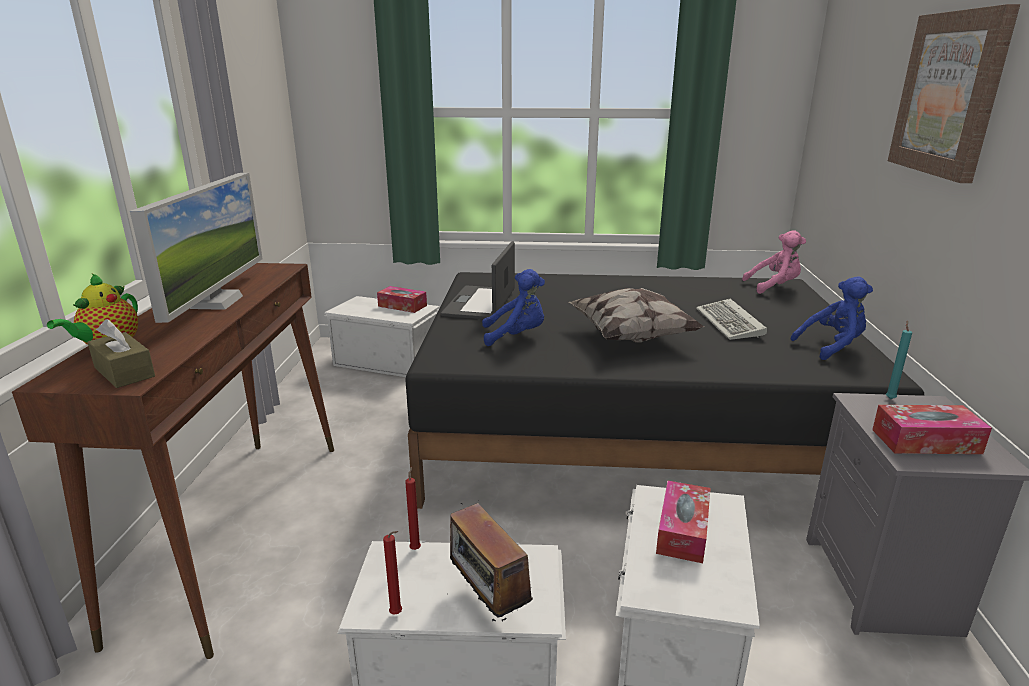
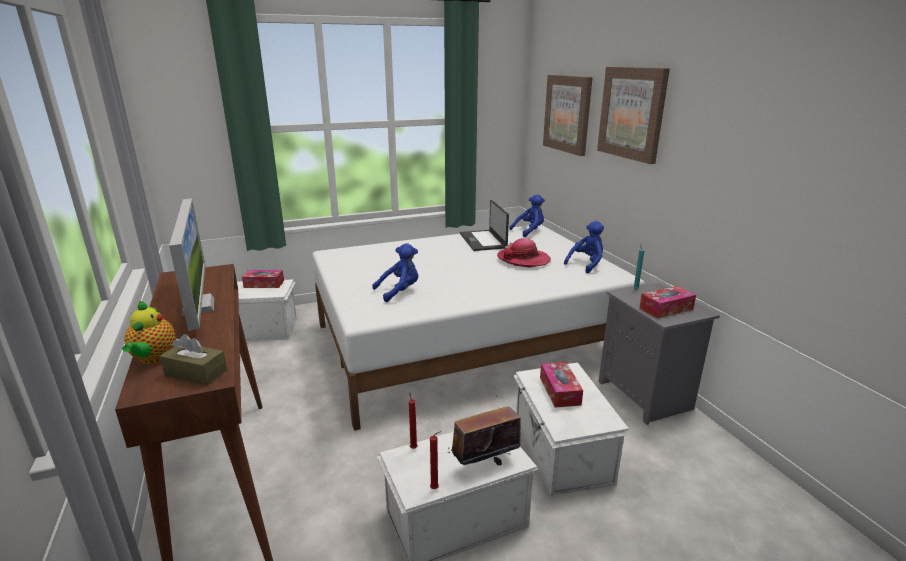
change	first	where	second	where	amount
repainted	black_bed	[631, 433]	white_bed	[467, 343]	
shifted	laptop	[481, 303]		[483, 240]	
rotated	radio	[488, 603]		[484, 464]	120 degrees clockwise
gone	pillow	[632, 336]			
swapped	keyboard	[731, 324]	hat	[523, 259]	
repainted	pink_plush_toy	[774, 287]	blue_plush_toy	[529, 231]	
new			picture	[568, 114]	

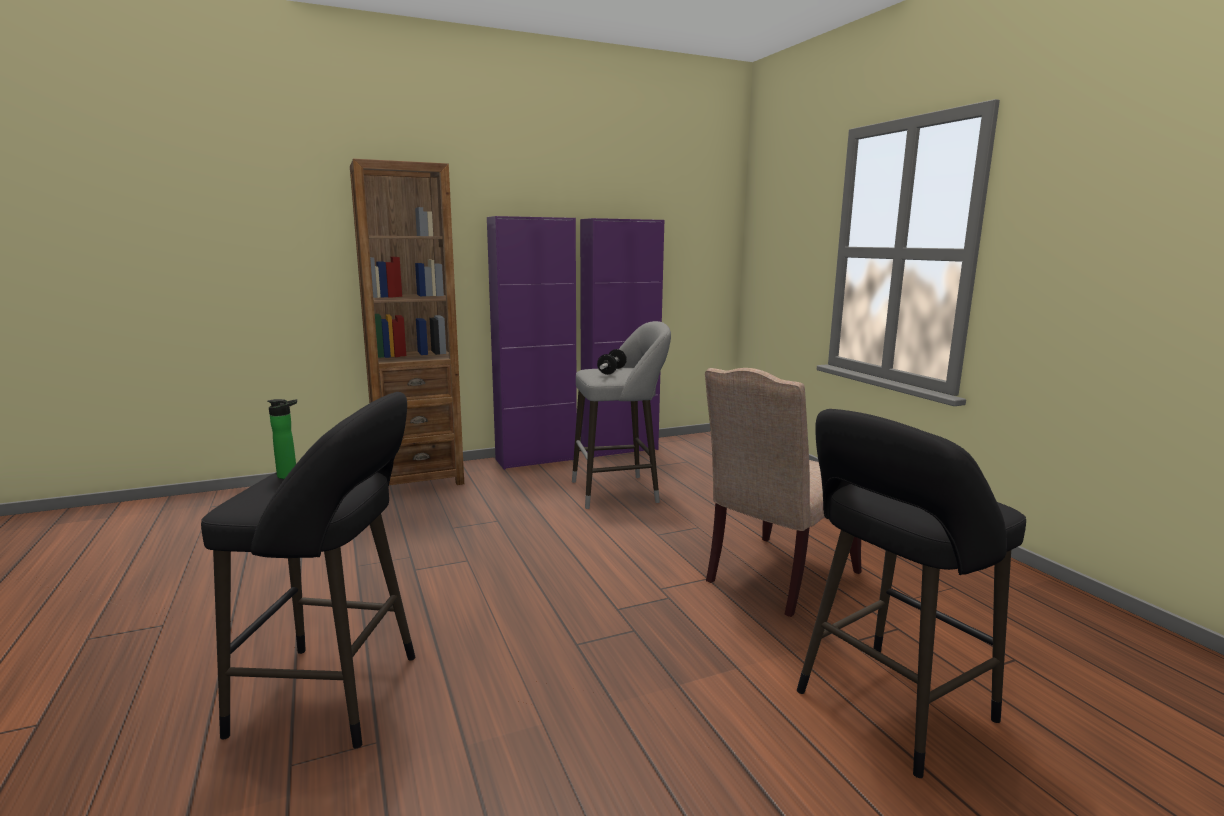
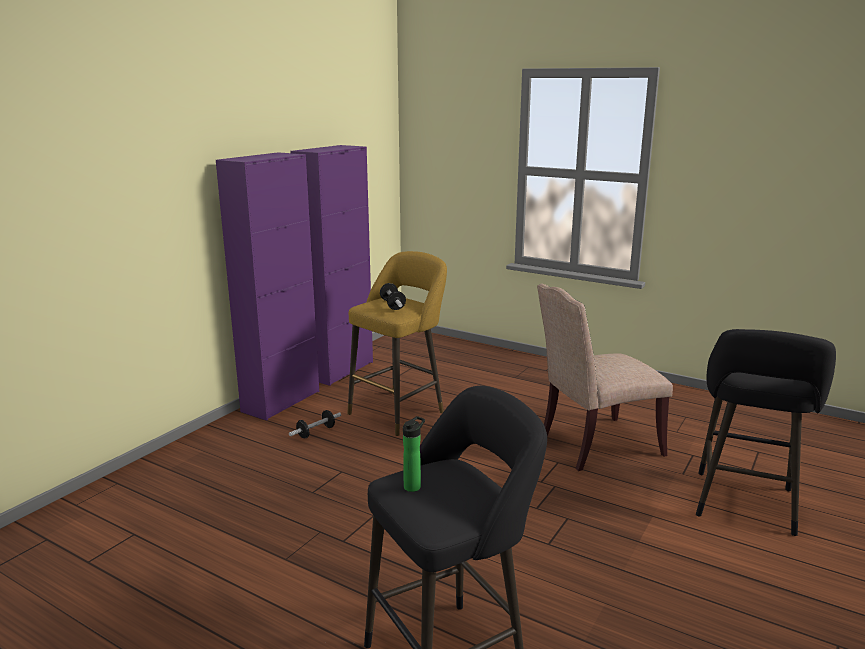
change	first	where	second	where	amount
gone	brown_bookcase	[418, 478]			
repainted	grey_stool	[620, 491]	yellow_stool	[400, 411]	
rotated	beige_chair	[776, 578]		[595, 446]	60 degrees clockwise
new			dumbbell	[316, 432]	

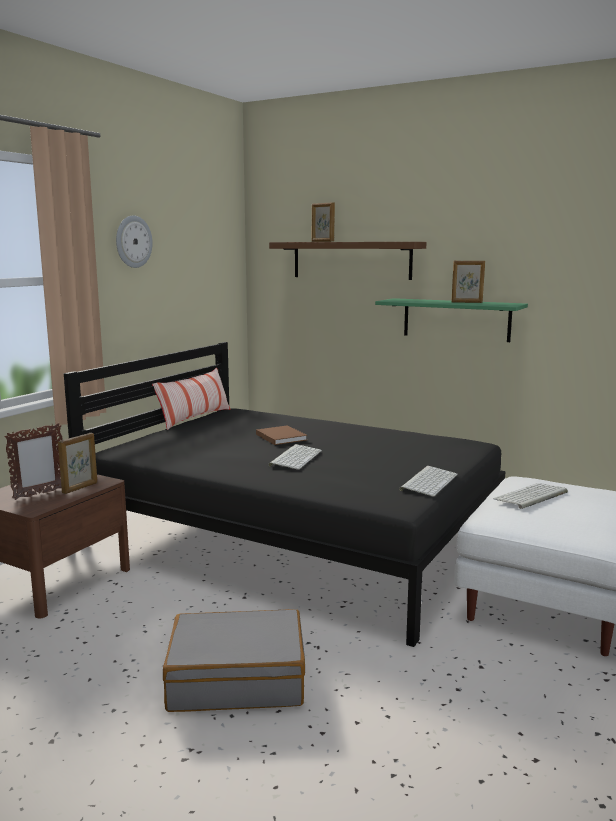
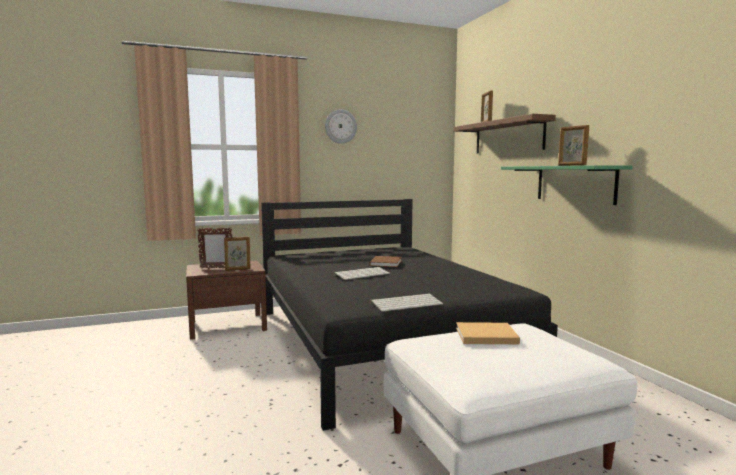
change	first	where	second	where	amount
gone	pillow	[194, 418]			
gone	grey_suitcase	[237, 678]			
swapped	keyboard	[530, 496]	beige_book	[484, 336]	

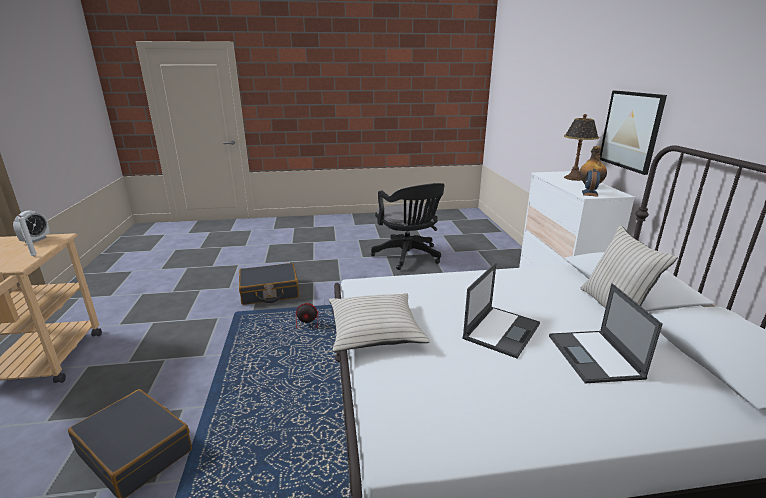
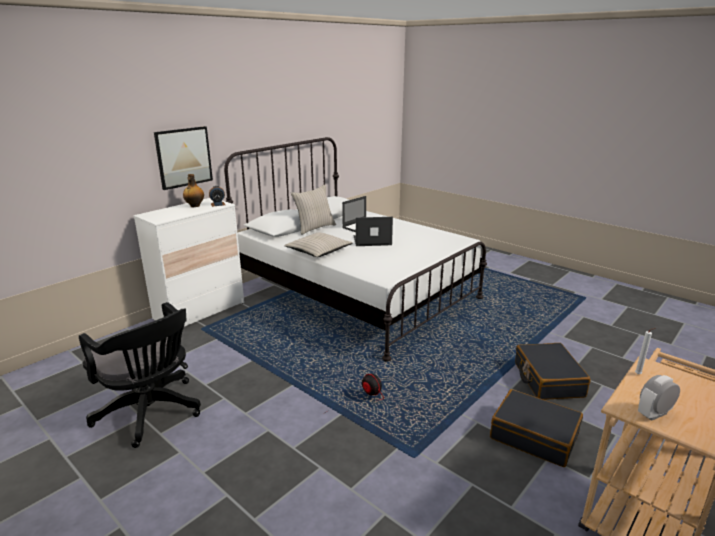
change	first	where	second	where	amount
shifted	black_suitcase	[269, 292]		[534, 436]	
shifted	beige_pillow	[375, 330]		[318, 251]	
rotated	black_office_chair	[408, 257]		[151, 413]	105 degrees clockwise
gone	table_lamp	[574, 178]			

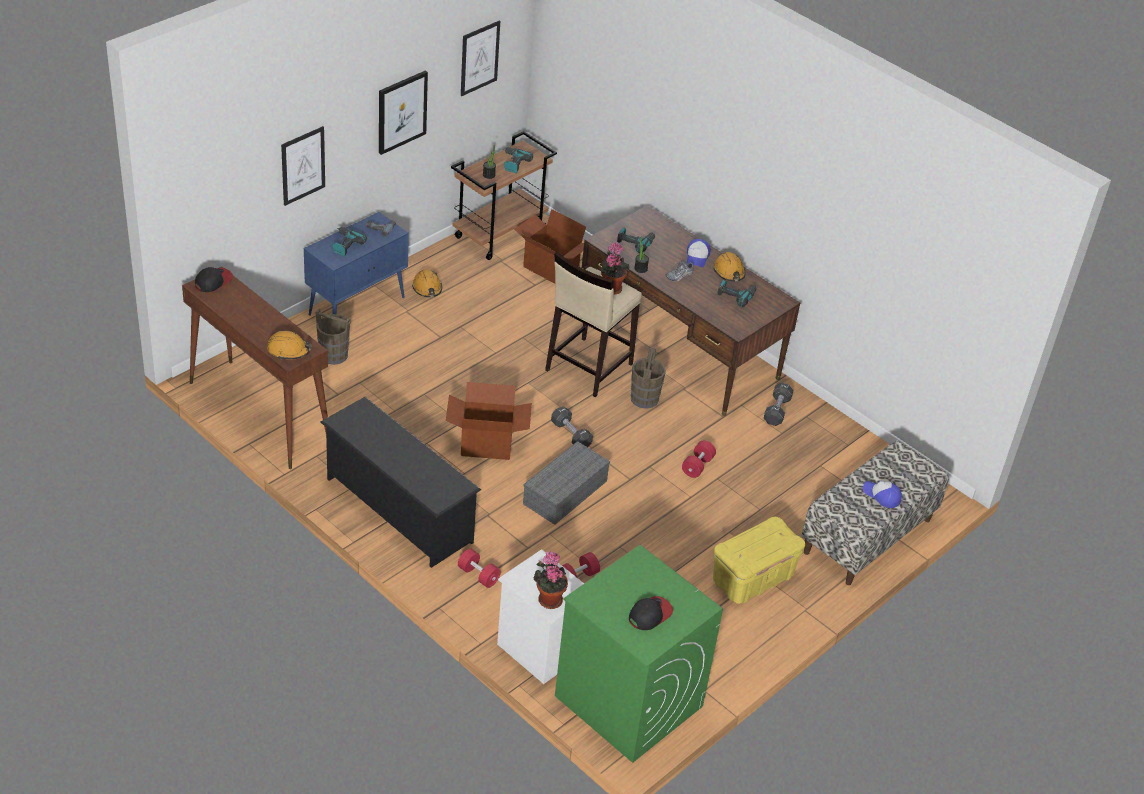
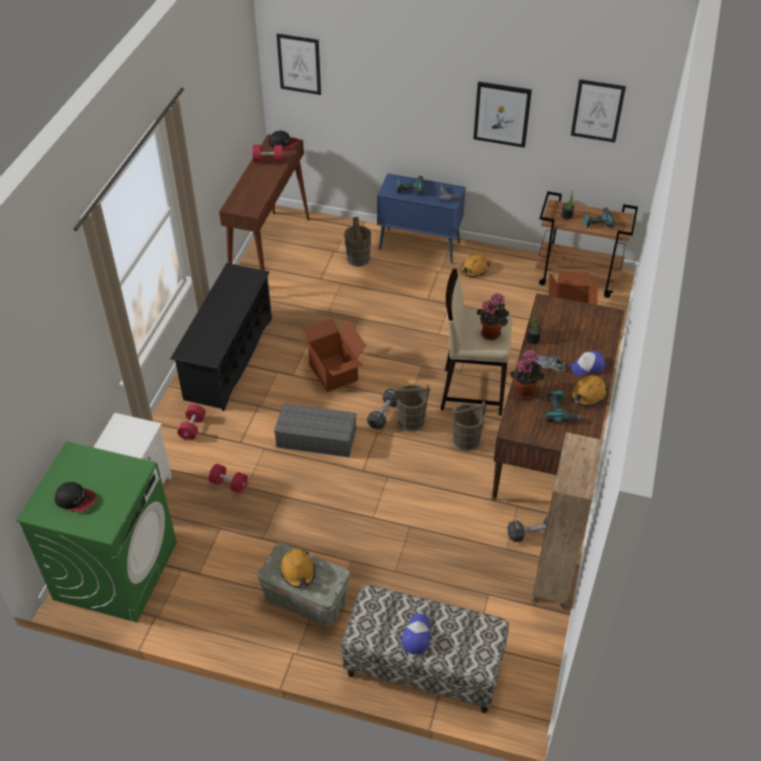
change	first	where	second	where	amount
shifted	orange_hard_hat	[289, 350]		[298, 571]	
shifted	picture	[303, 165]		[299, 64]	
shifted	potted_plant	[548, 599]		[524, 390]	
gone	power_drill	[635, 242]			
shifted	red_dumbbell	[697, 466]		[268, 160]	
repainted	yellow_storage_box	[752, 579]	grey_storage_box	[305, 599]	
new			brown_bucket	[411, 421]	
new			brown_bookcase	[552, 581]	

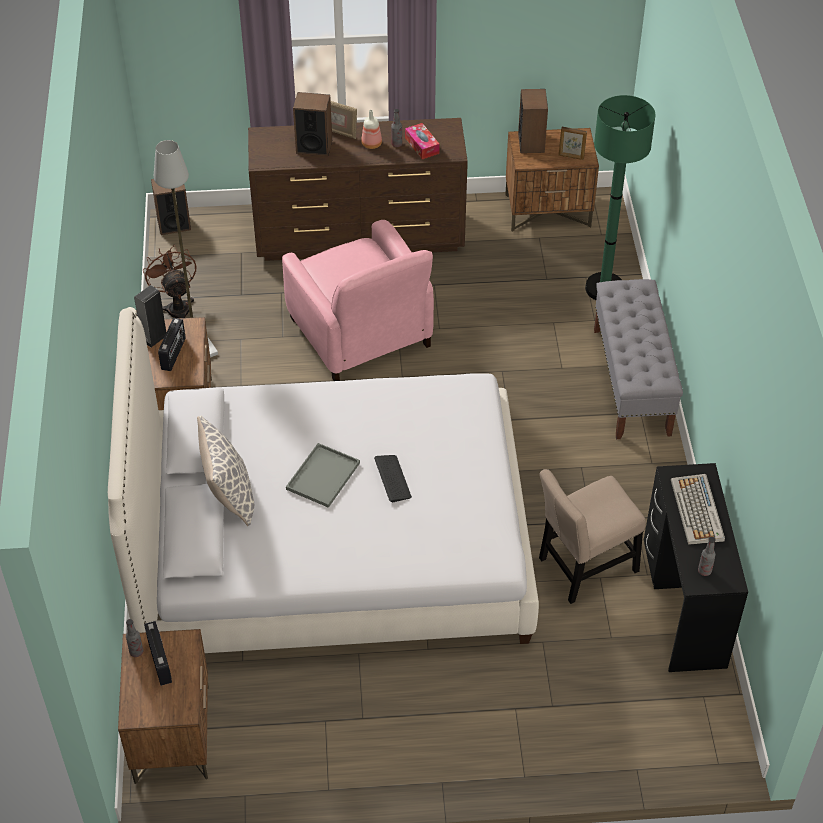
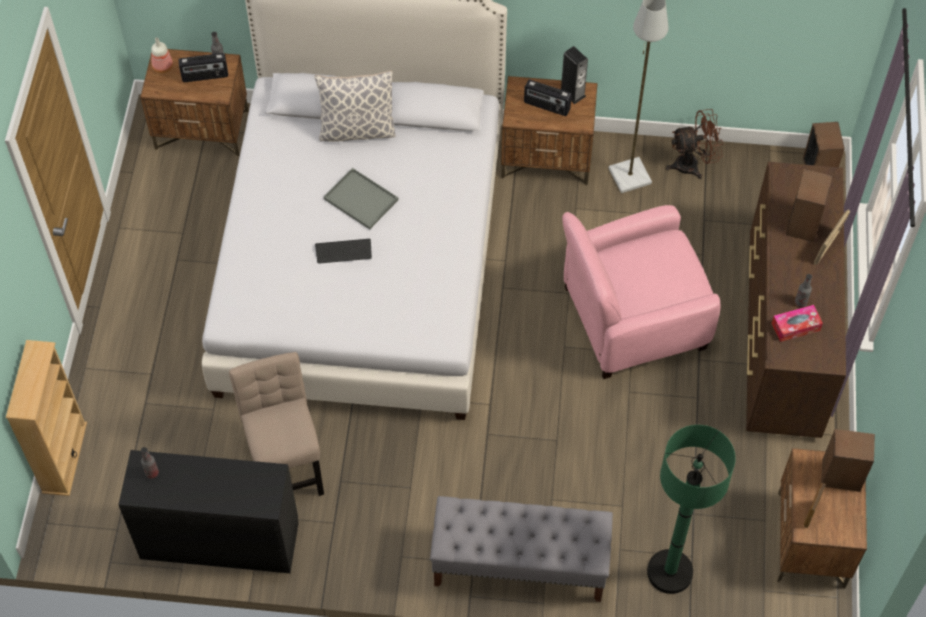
change	first	where	second	where	amount
shifted	bottle	[372, 144]		[162, 67]	
gone	keyboard	[698, 511]			
new			beige_bookcase	[64, 457]	

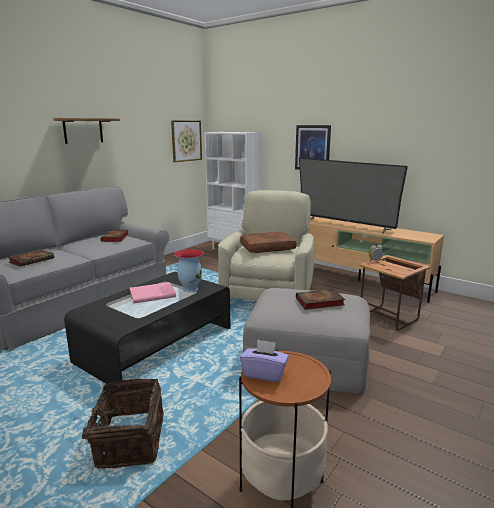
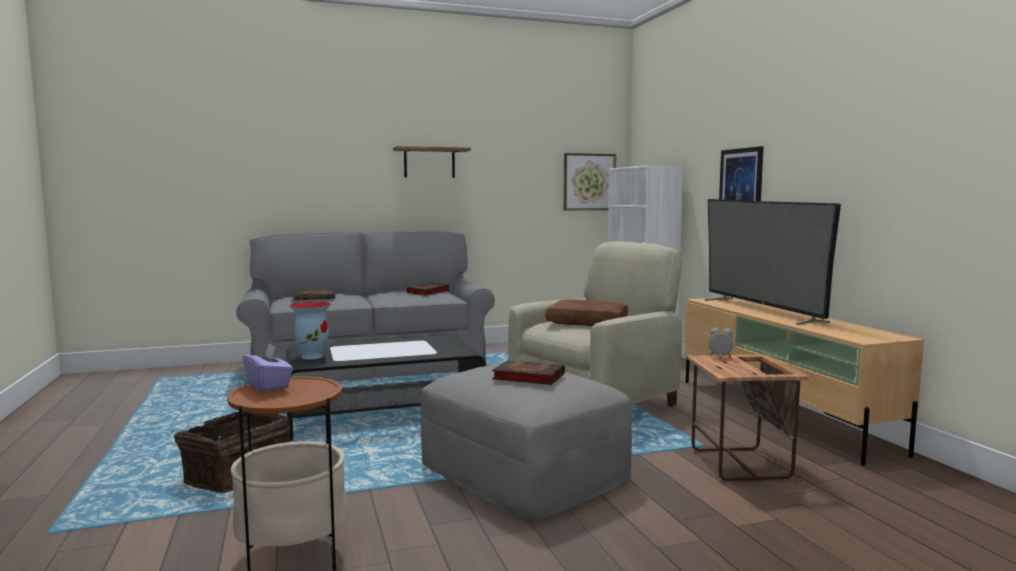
change	first	where	second	where	amount
gone	pink_book	[152, 295]			
shifted	vase	[190, 289]		[312, 356]	

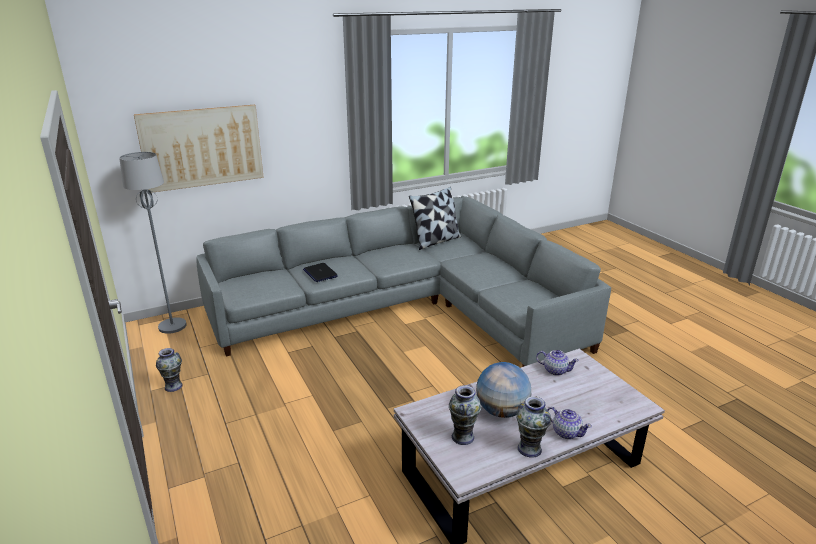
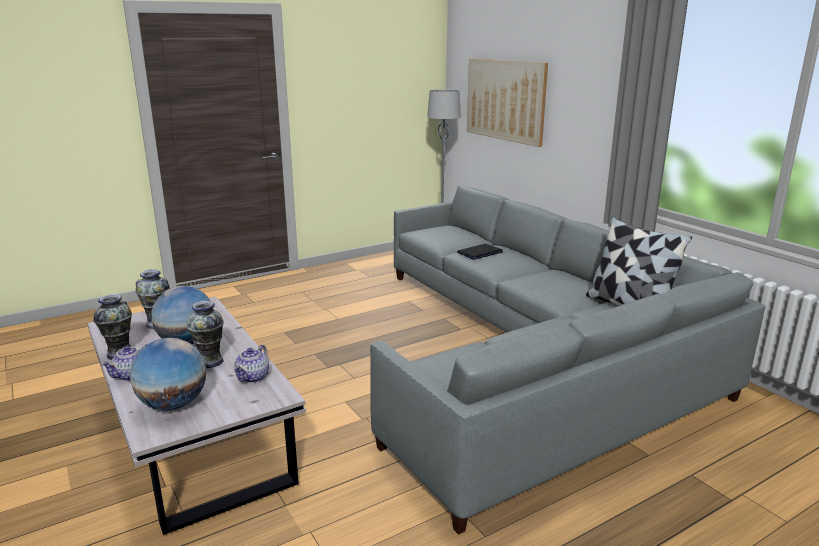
change	first	where	second	where	amount
shifted	vase	[173, 386]		[210, 361]	
new			globe	[173, 404]	

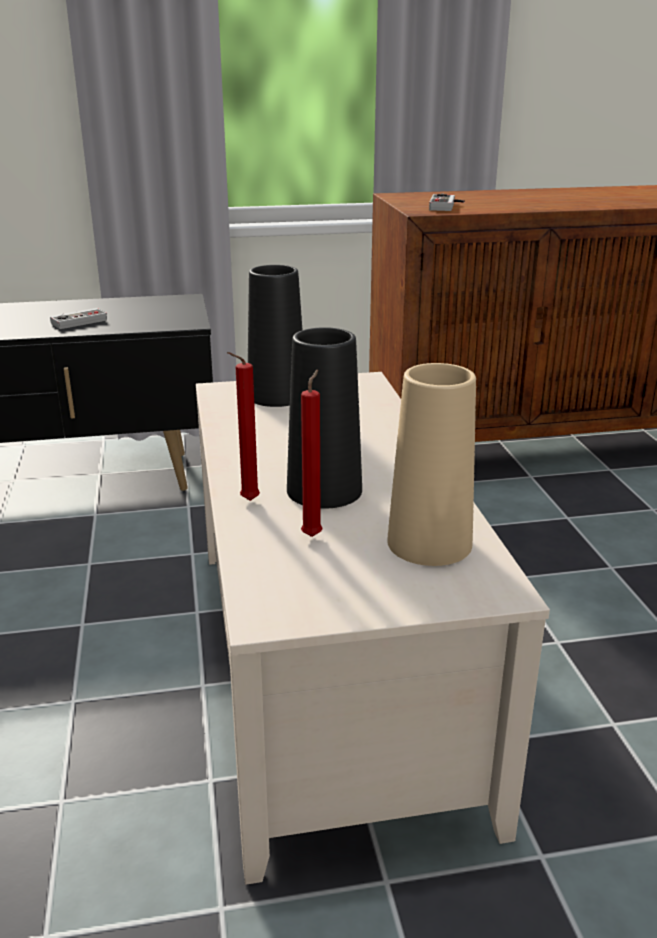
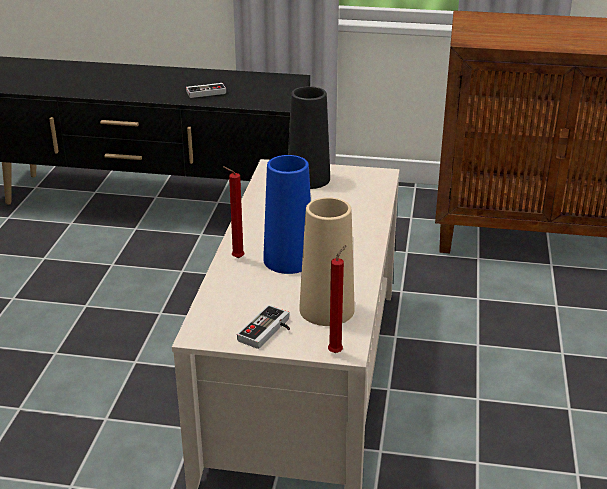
change	first	where	second	where	amount
repainted	black_vase	[324, 490]	blue_vase	[288, 260]	
shifted	red_candle	[313, 535]		[337, 352]	
shifted	game_controller	[447, 206]		[268, 332]	

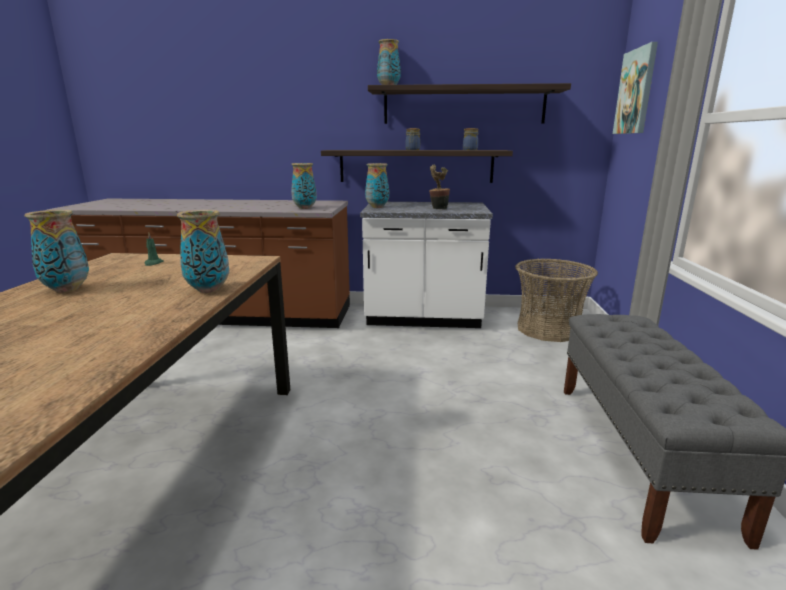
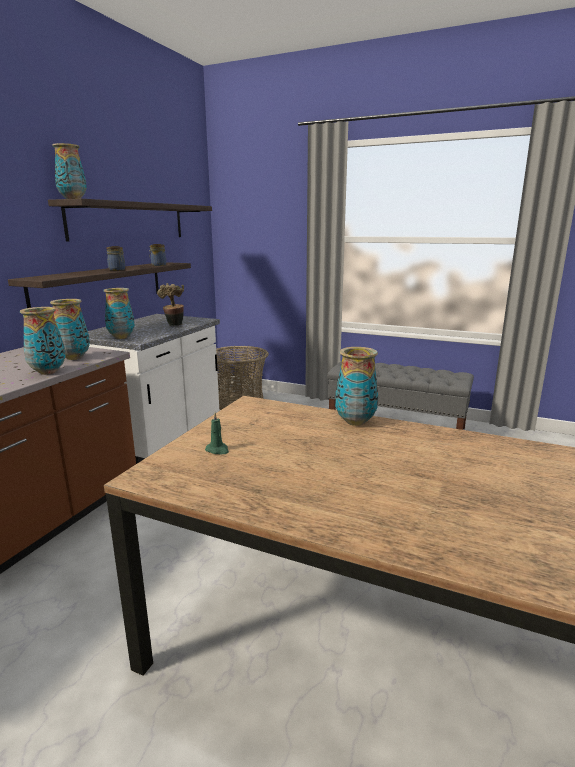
change	first	where	second	where	amount
shifted	vase	[68, 289]		[48, 372]	
gone	picture	[636, 92]			

